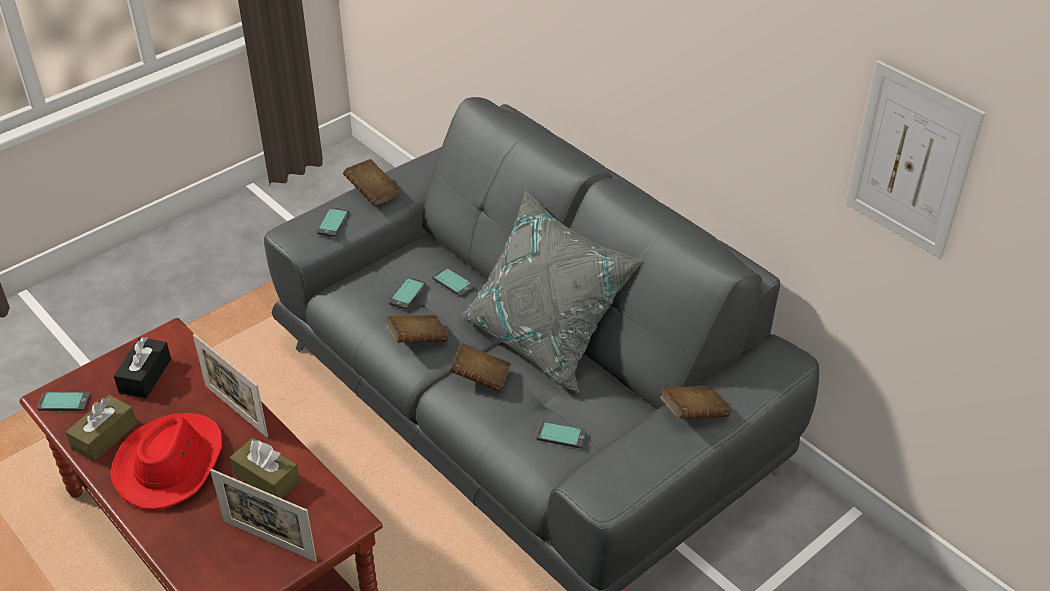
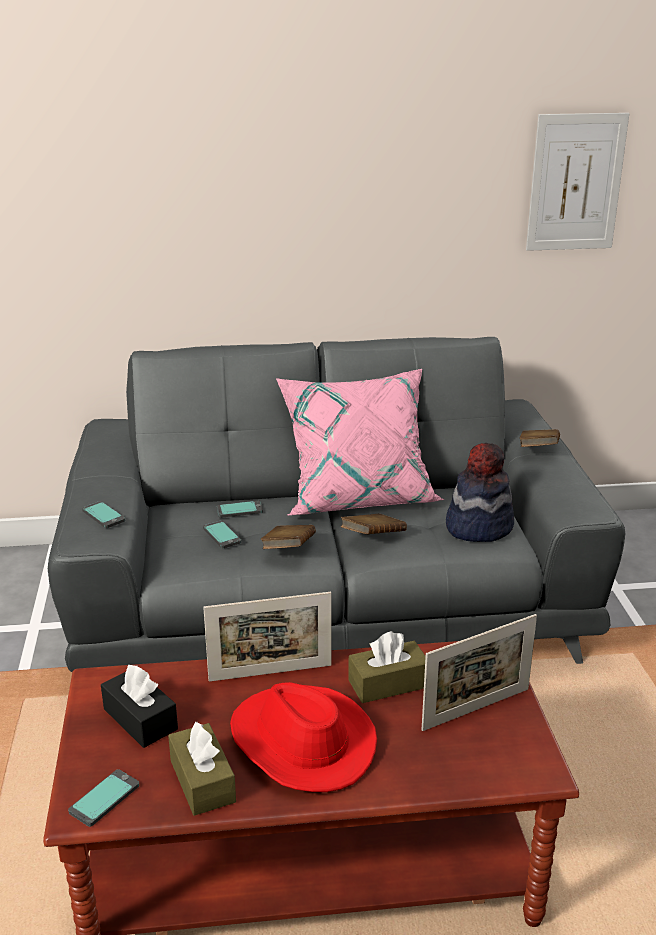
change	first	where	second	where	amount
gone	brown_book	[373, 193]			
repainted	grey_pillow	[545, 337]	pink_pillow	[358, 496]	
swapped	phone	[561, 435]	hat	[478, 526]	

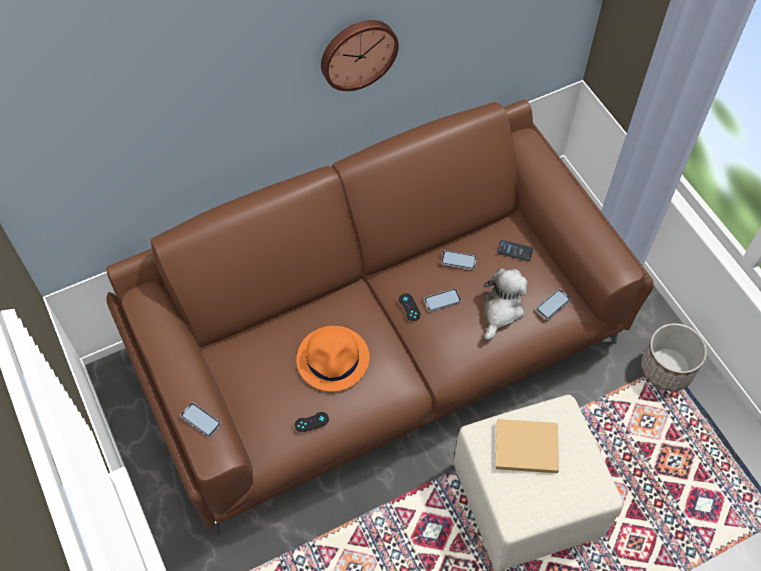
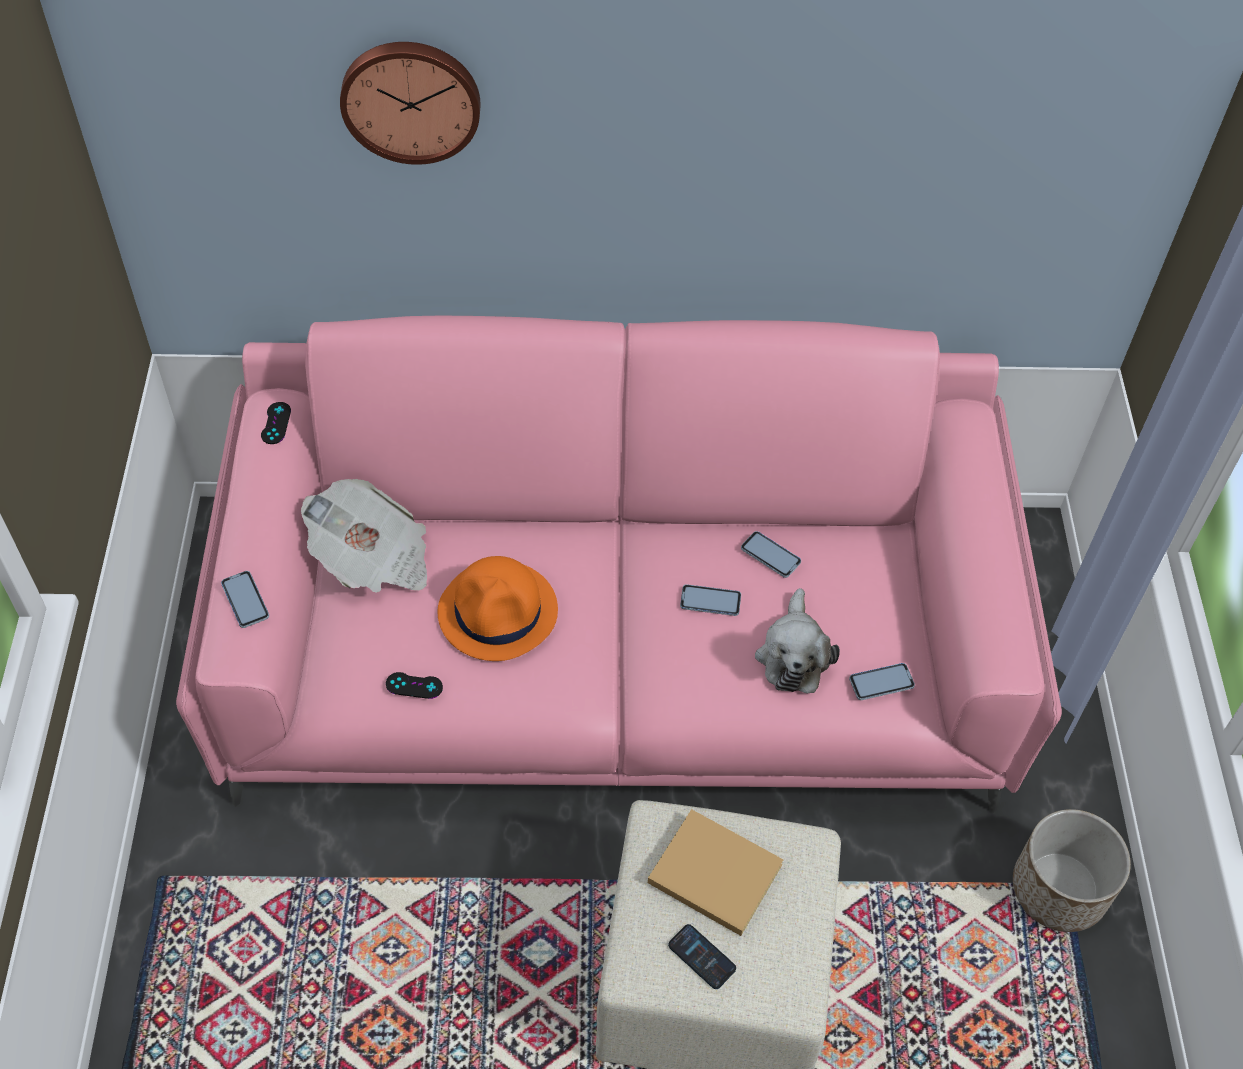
change	first	where	second	where	amount
repainted	brown_sofa	[381, 349]	pink_sofa	[619, 657]	
shifted	wall_clock	[357, 53]		[411, 99]	
shifted	black_game_controller	[409, 307]		[276, 423]	
rotated	plush_toy	[501, 310]		[793, 654]	135 degrees clockwise
shifted	phone	[515, 251]		[702, 957]	
new			newspaper	[373, 559]	

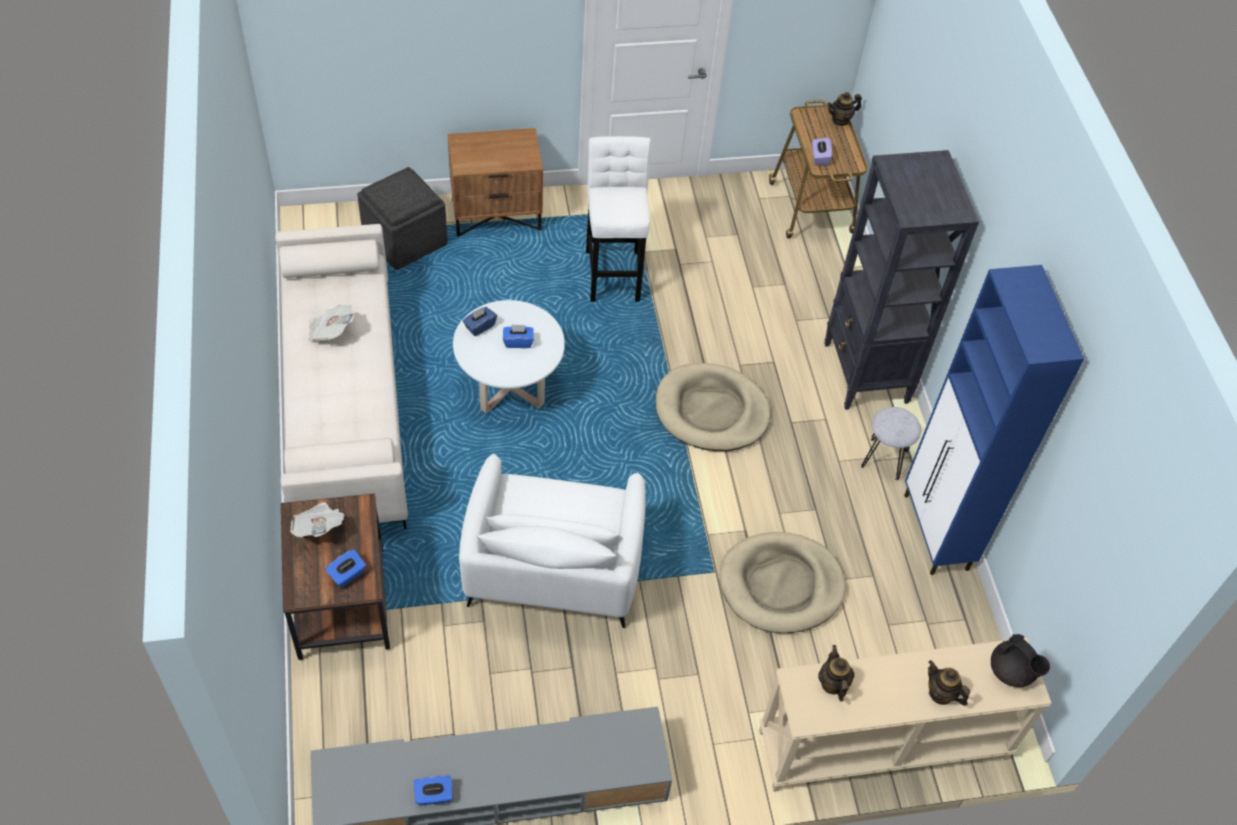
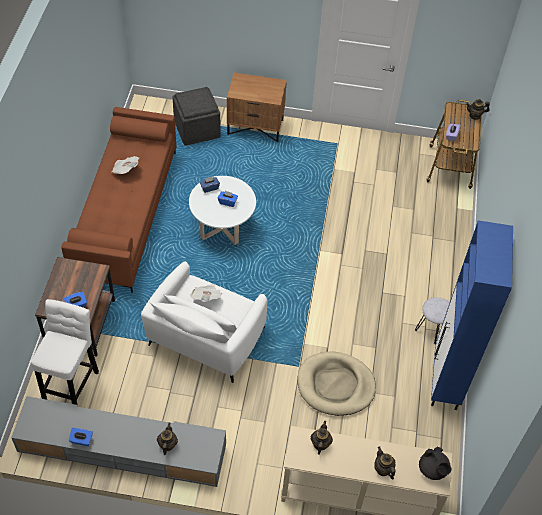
change	first	where	second	where	amount
repainted	white_sofa	[344, 404]	brown_sofa	[125, 214]	
shifted	newspaper	[319, 527]		[206, 297]	
shifted	white_stool	[613, 272]		[72, 384]	
gone	beige_dog_bed	[711, 411]			
gone	black_bookcase	[865, 374]			
new			teapot	[167, 445]	

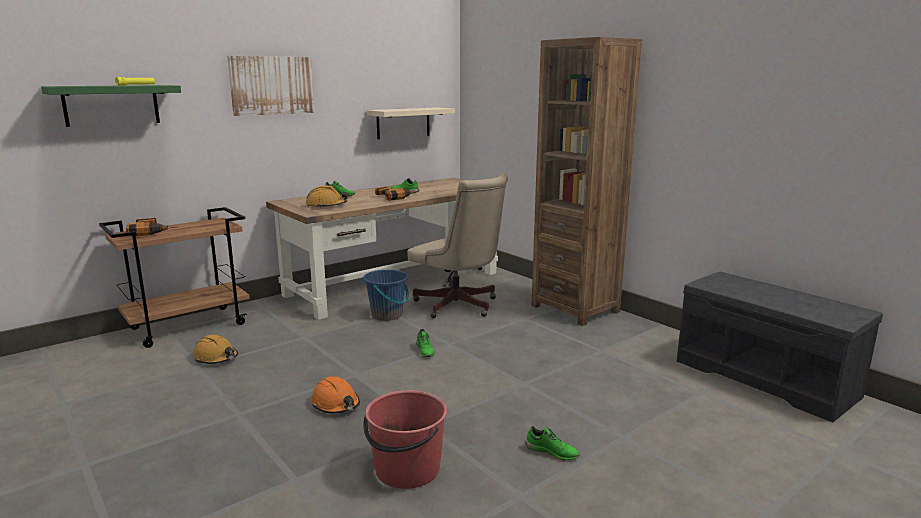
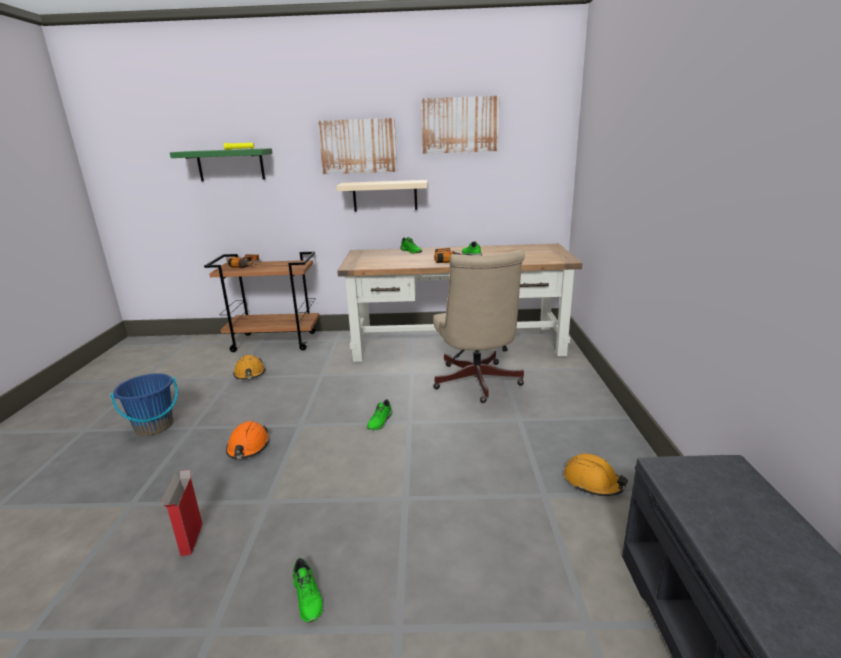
change	first	where	second	where	amount
shifted	orange_hard_hat	[326, 206]		[593, 482]	
shifted	blue_bucket	[387, 315]		[154, 426]	
swapped	red_bucket	[406, 470]	cardboard_box	[191, 540]	
shifted	beige_shelf	[403, 123]		[385, 196]	
gone	brown_bookcase	[575, 309]			
new			picture	[460, 125]	

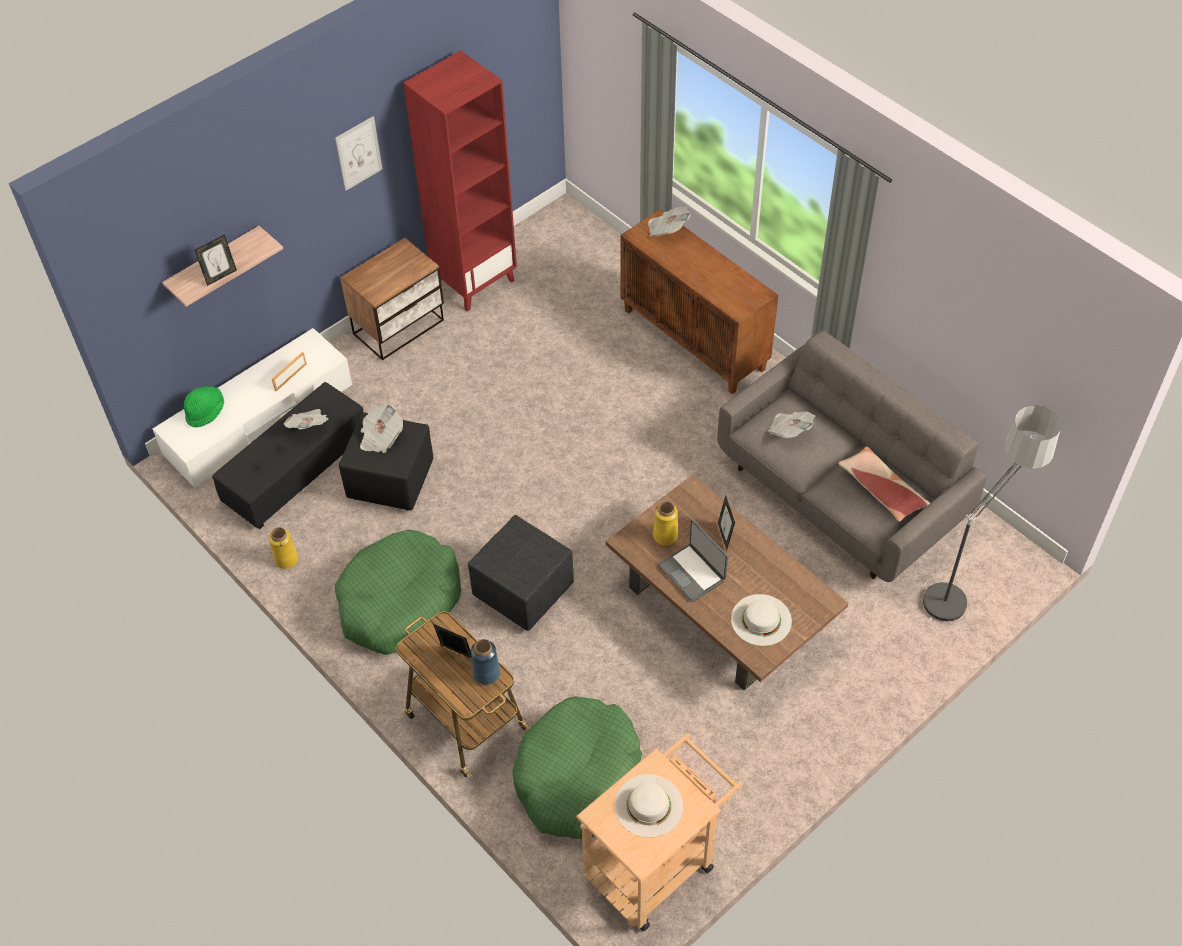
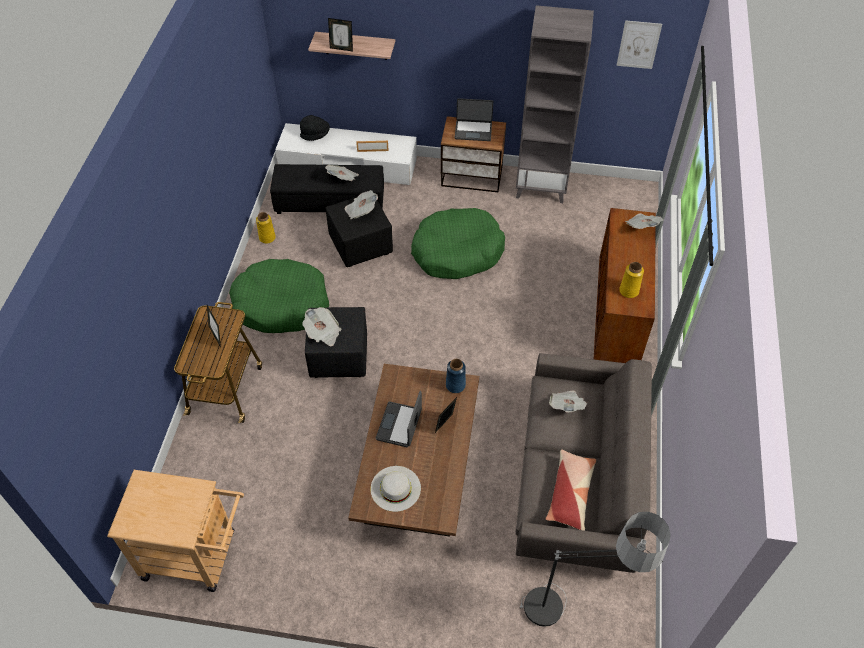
change	first	where	second	where	amount
repainted	green_hat	[206, 412]	black_hat	[315, 135]	
shifted	picture	[358, 153]		[638, 44]	
repainted	red_bookcase	[474, 282]	grey_bookcase	[541, 187]	
shifted	blue_vase	[486, 673]		[455, 385]	
shifted	green_dog_bed	[578, 776]		[457, 252]	
gone	white_hat	[648, 805]			
shifted	yellow_vase	[665, 536]		[629, 291]	
new			newspaper	[323, 333]	
new			laptop	[473, 130]	

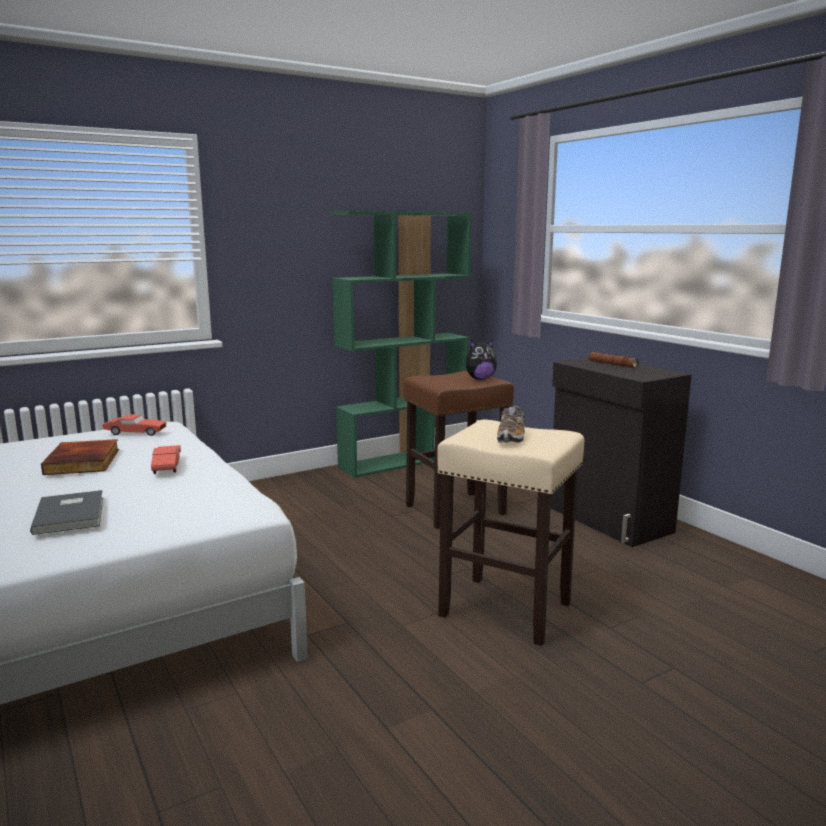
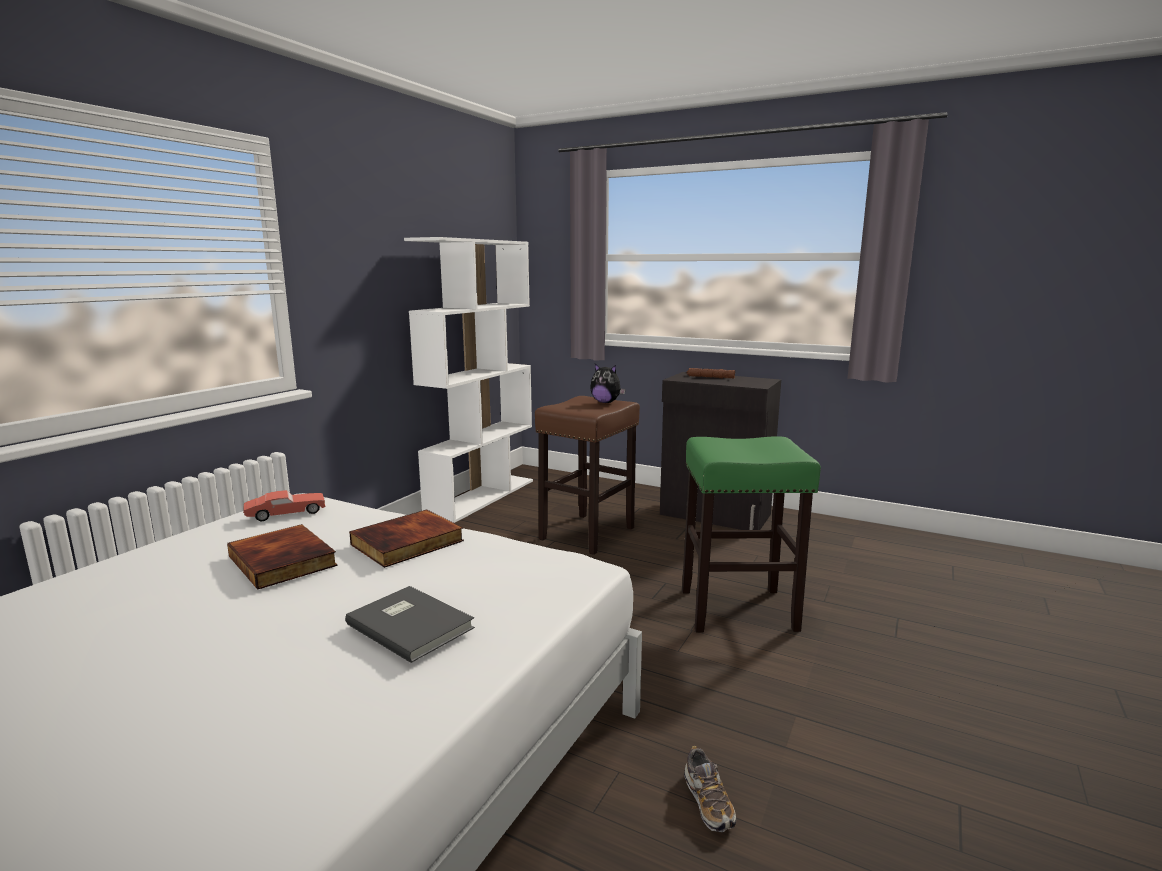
change	first	where	second	where	amount
swapped	red_toy_car	[167, 466]	book	[407, 543]	
repainted	green_bookcase	[404, 460]	white_bookcase	[481, 497]	
repainted	beige_stool	[507, 609]	green_stool	[739, 609]	
rotated	plush_toy	[480, 379]		[606, 402]	75 degrees clockwise
shifted	shoe	[511, 438]		[708, 803]	

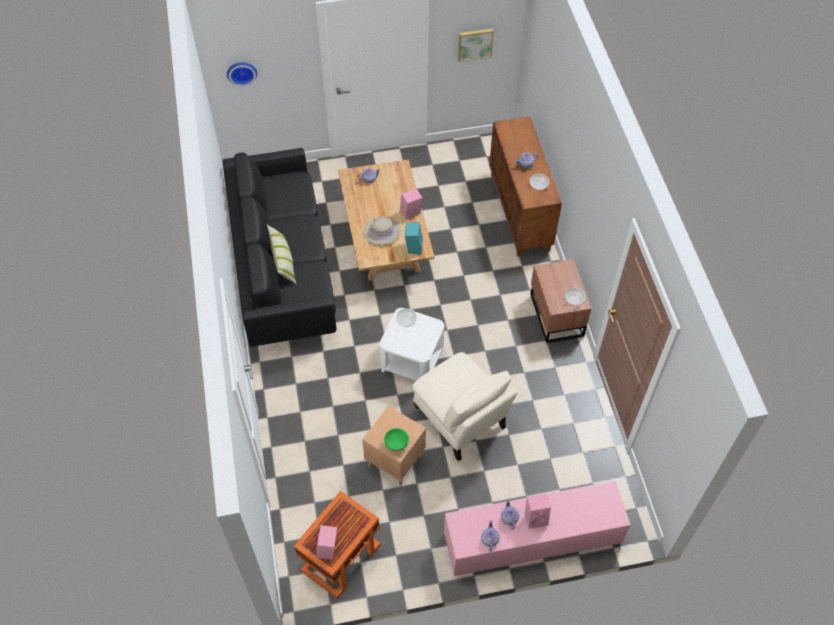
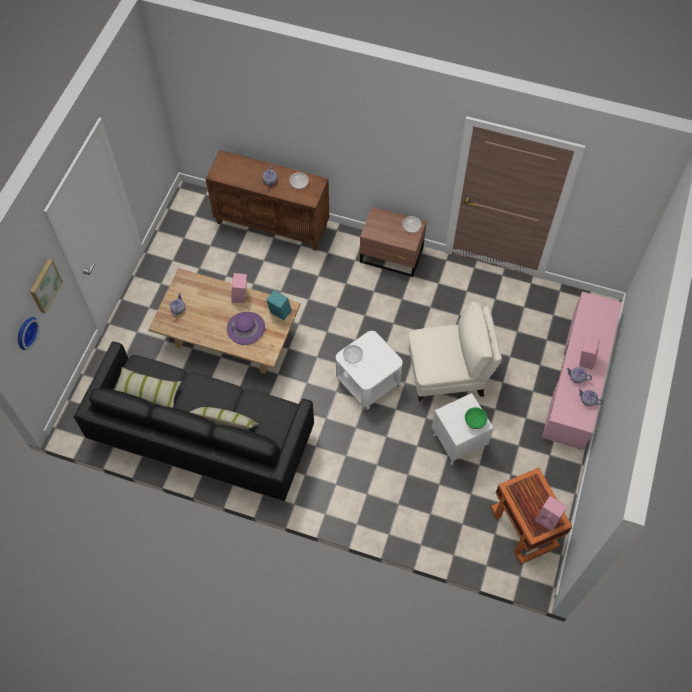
change	first	where	second	where	amount
repainted	brown_side_table	[395, 461]	white_side_table	[458, 442]	
repainted	beige_hat	[382, 232]	purple_hat	[246, 328]	
shifted	picture	[475, 43]		[44, 285]	
new			pillow	[148, 392]	

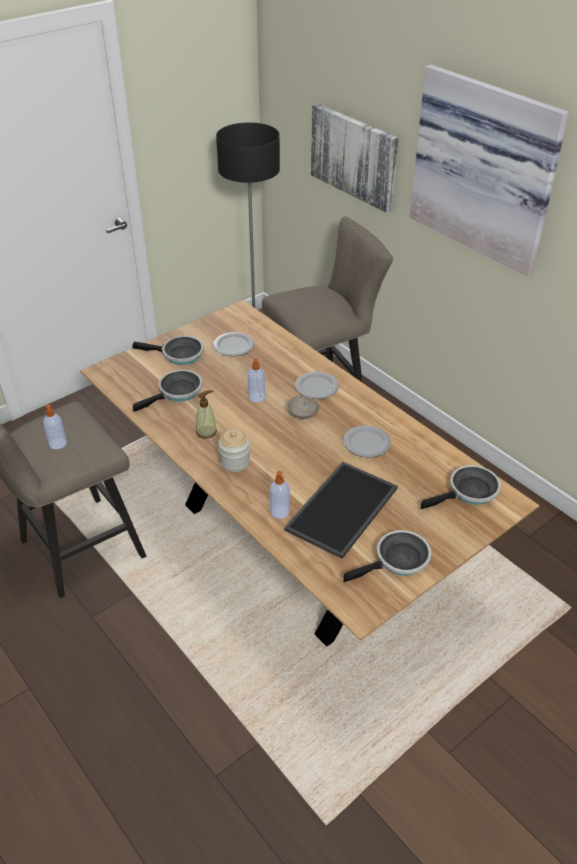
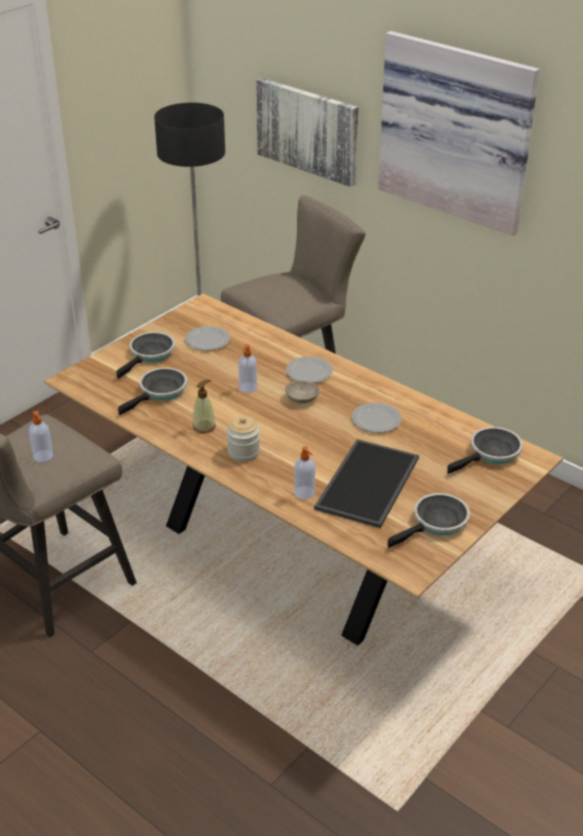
change	first	where	second	where	amount
rotated	frying_pan	[179, 355]		[150, 355]	60 degrees counterclockwise

